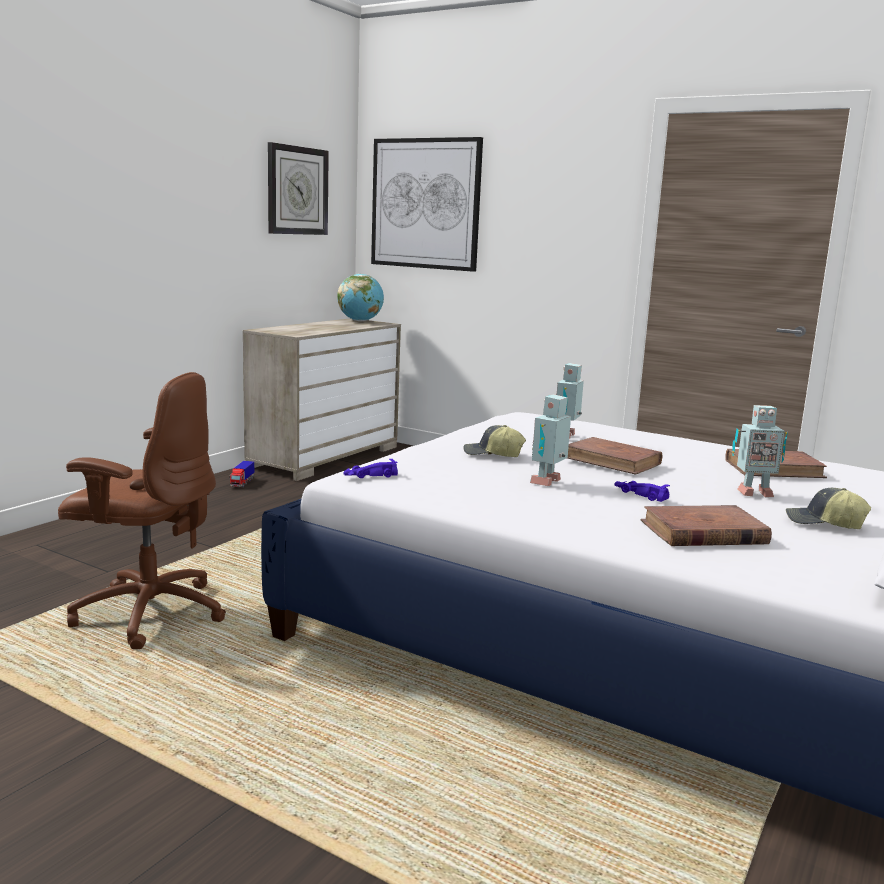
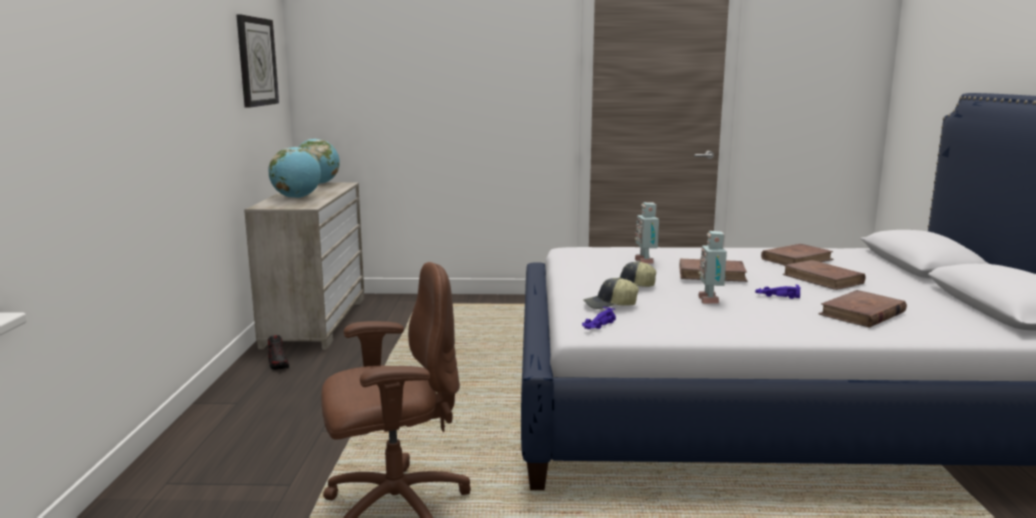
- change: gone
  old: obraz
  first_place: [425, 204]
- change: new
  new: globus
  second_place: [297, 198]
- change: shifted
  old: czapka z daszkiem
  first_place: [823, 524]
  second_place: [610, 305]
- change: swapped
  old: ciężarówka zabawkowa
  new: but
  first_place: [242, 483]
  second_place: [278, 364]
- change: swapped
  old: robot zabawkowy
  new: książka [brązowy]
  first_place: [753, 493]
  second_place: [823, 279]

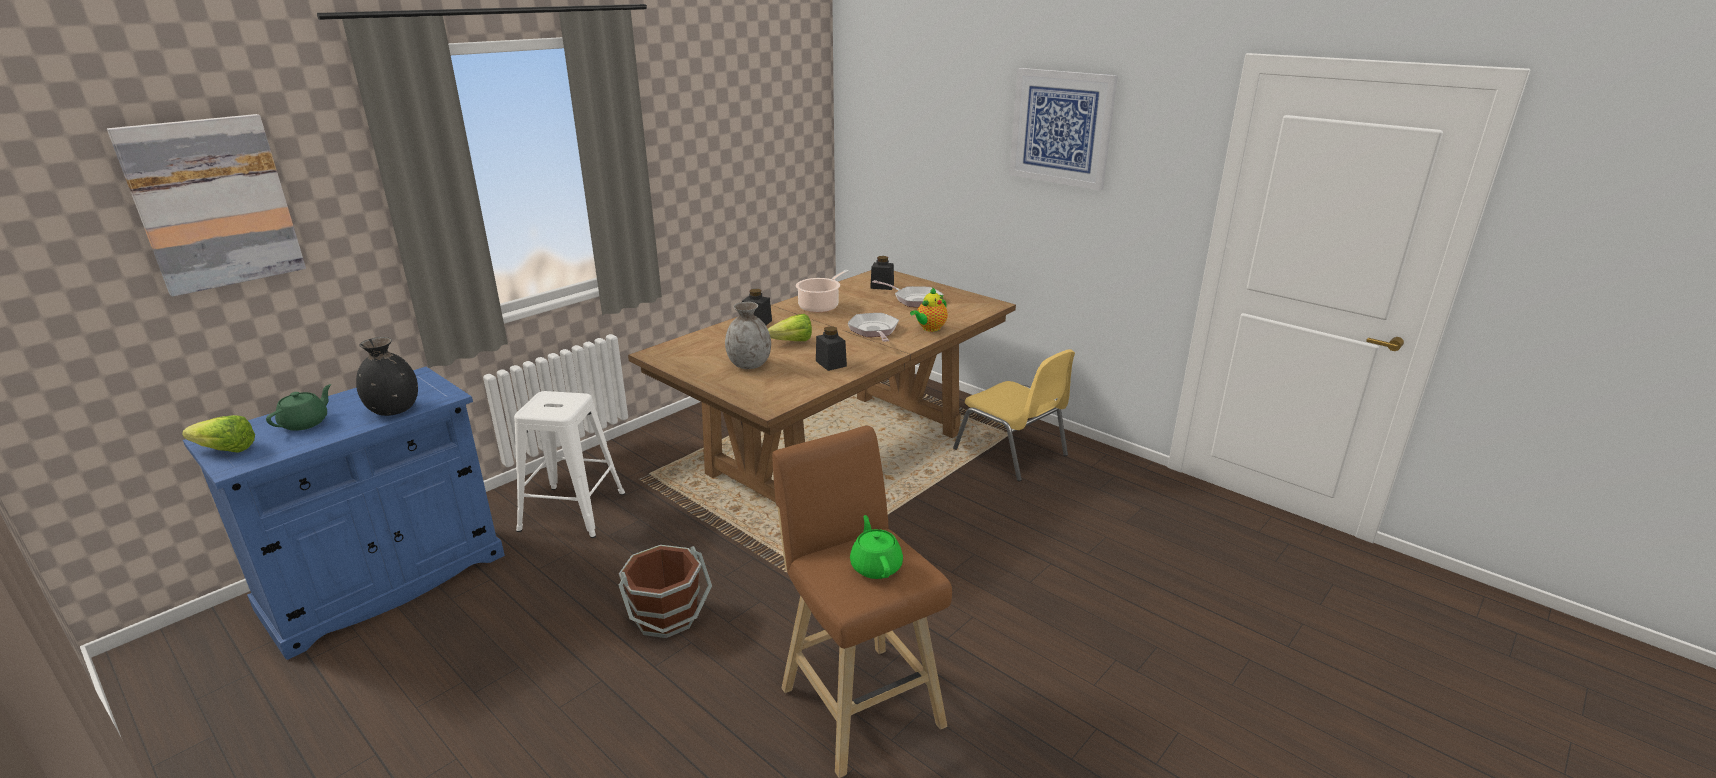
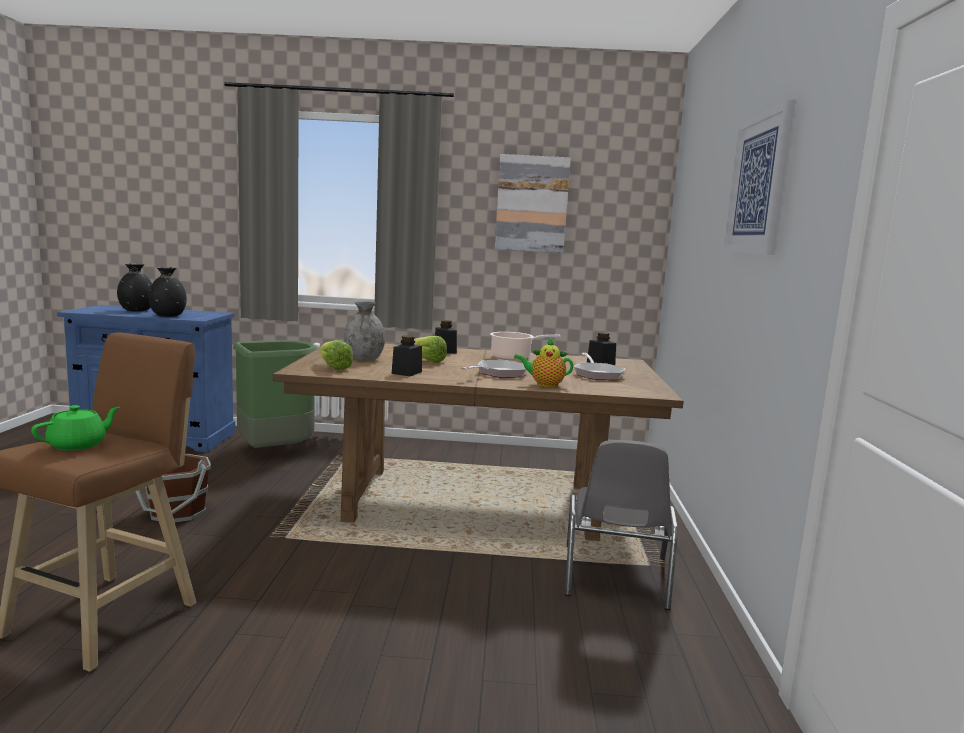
- change: shifted
  old: obraz
  first_place: [213, 203]
  second_place: [532, 204]
- change: shifted
  old: sałata
  first_place: [222, 449]
  second_place: [333, 367]
- change: swapped
  old: imbryk [zielony]
  new: wazon [czarny]
  first_place: [306, 423]
  second_place: [137, 310]
- change: swapped
  old: stołek [biały]
  new: kosz na śmieci [zielony]
  first_place: [571, 511]
  second_place: [275, 451]
- change: repainted
  old: krzesło [żółty]
  new: krzesło [szary]
  first_place: [1012, 453]
  second_place: [615, 577]

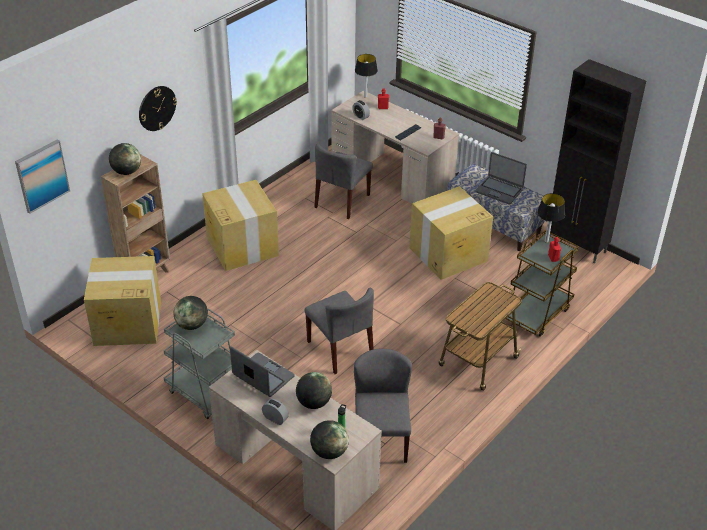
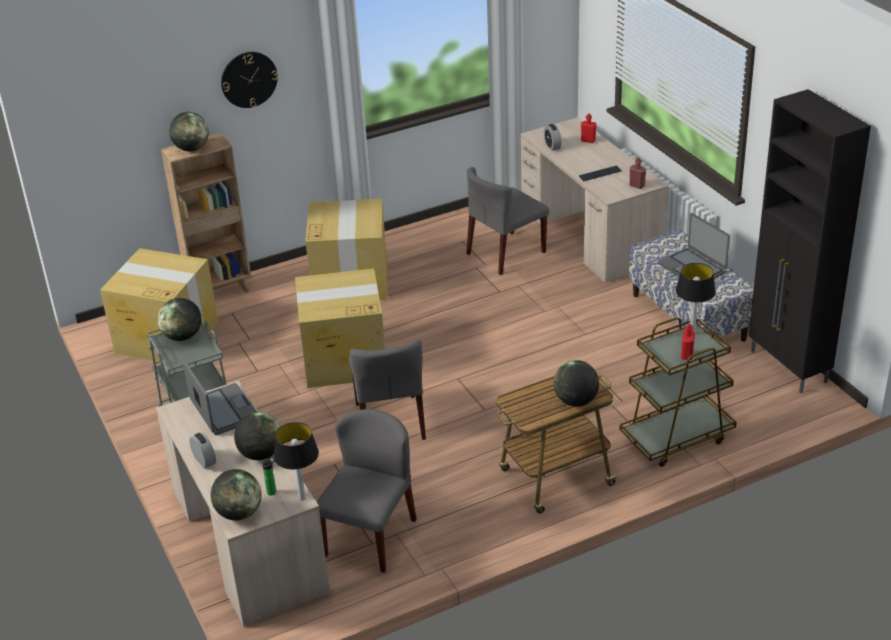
- change: gone
  old: obraz
  first_place: [42, 175]
- change: new
  new: globus
  second_place: [576, 401]
- change: shifted
  old: lampa stołowa
  first_place: [365, 96]
  second_place: [302, 497]
- change: shifted
  old: karton
  first_place: [447, 254]
  second_place: [343, 359]

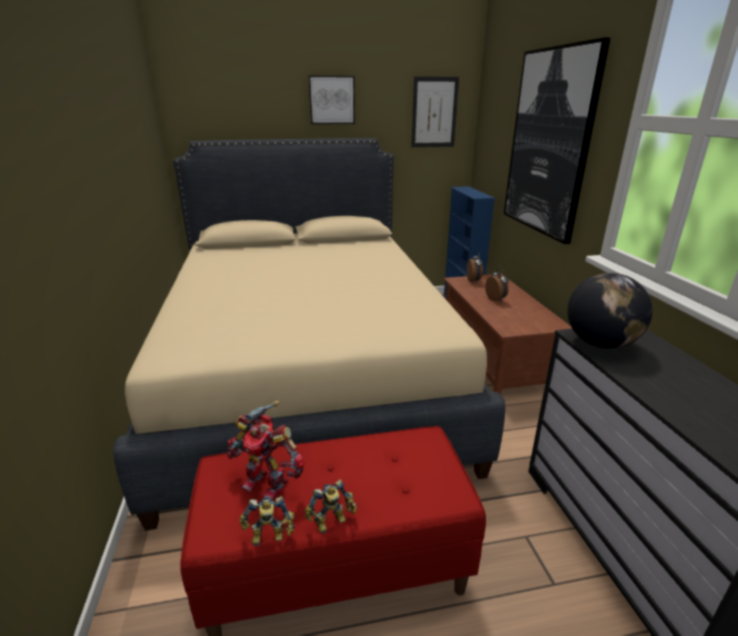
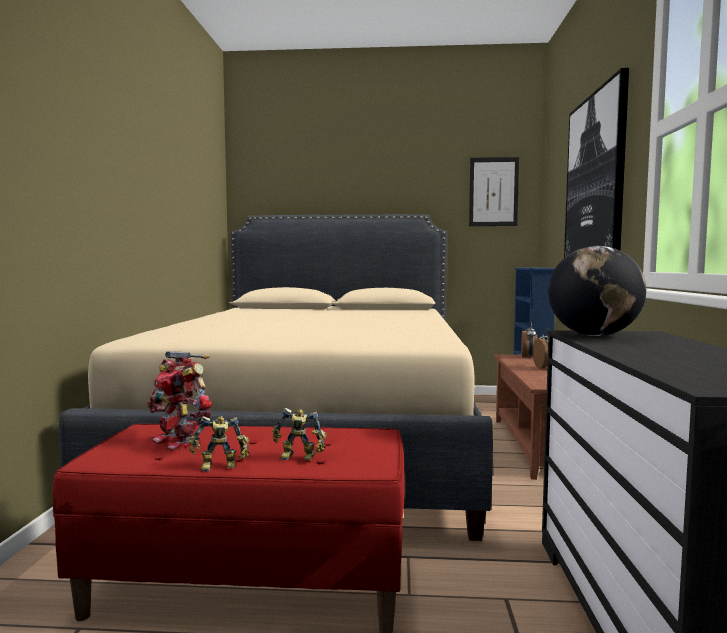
- change: gone
  old: obraz
  first_place: [332, 100]
- change: shifted
  old: robot zabawkowy
  first_place: [269, 537]
  second_place: [298, 458]

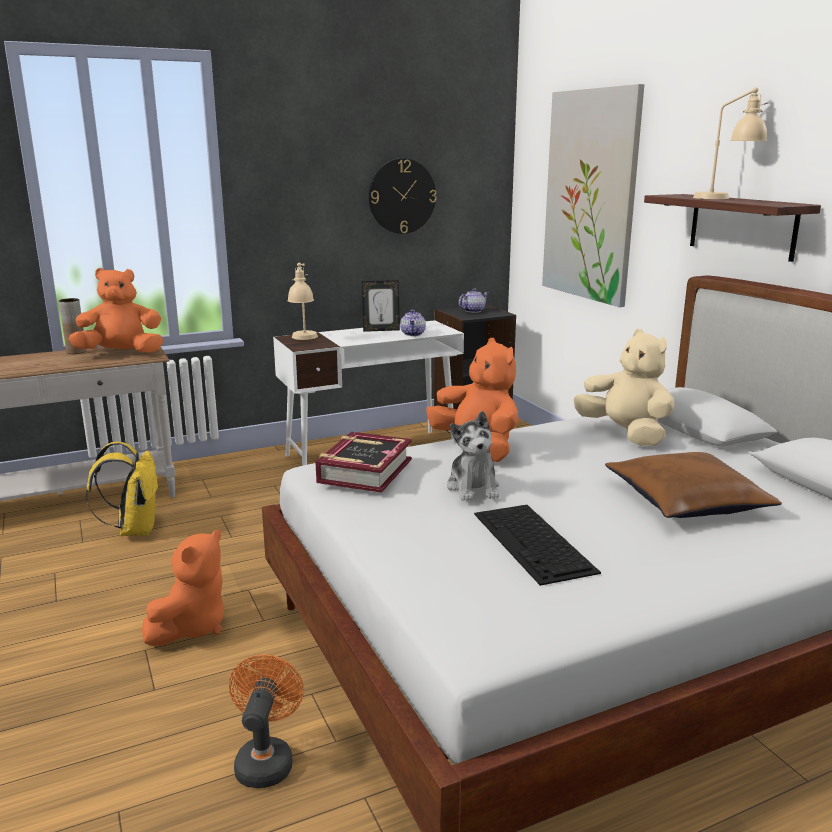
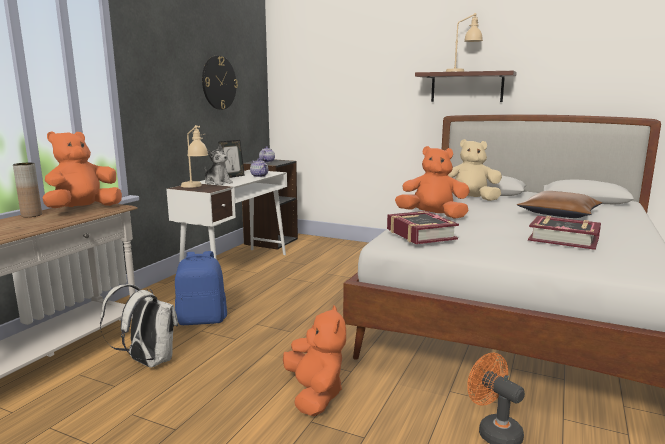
- change: gone
  old: obraz
  first_place: [590, 196]
- change: new
  new: plecak [niebieski]
  second_place: [202, 320]
- change: shifted
  old: pluszak
  first_place: [473, 487]
  second_place: [218, 183]
- change: swapped
  old: klawiatura
  new: książka
  first_place: [534, 542]
  second_place: [563, 239]
- change: repainted
  old: plecak [żółty]
  new: plecak [biały]
  first_place: [135, 529]
  second_place: [147, 362]

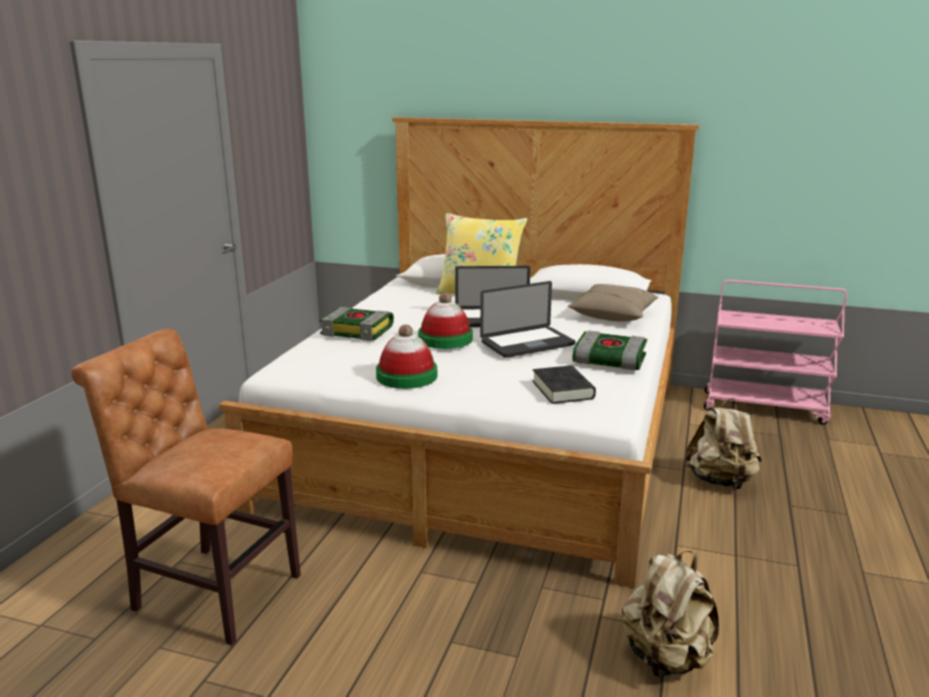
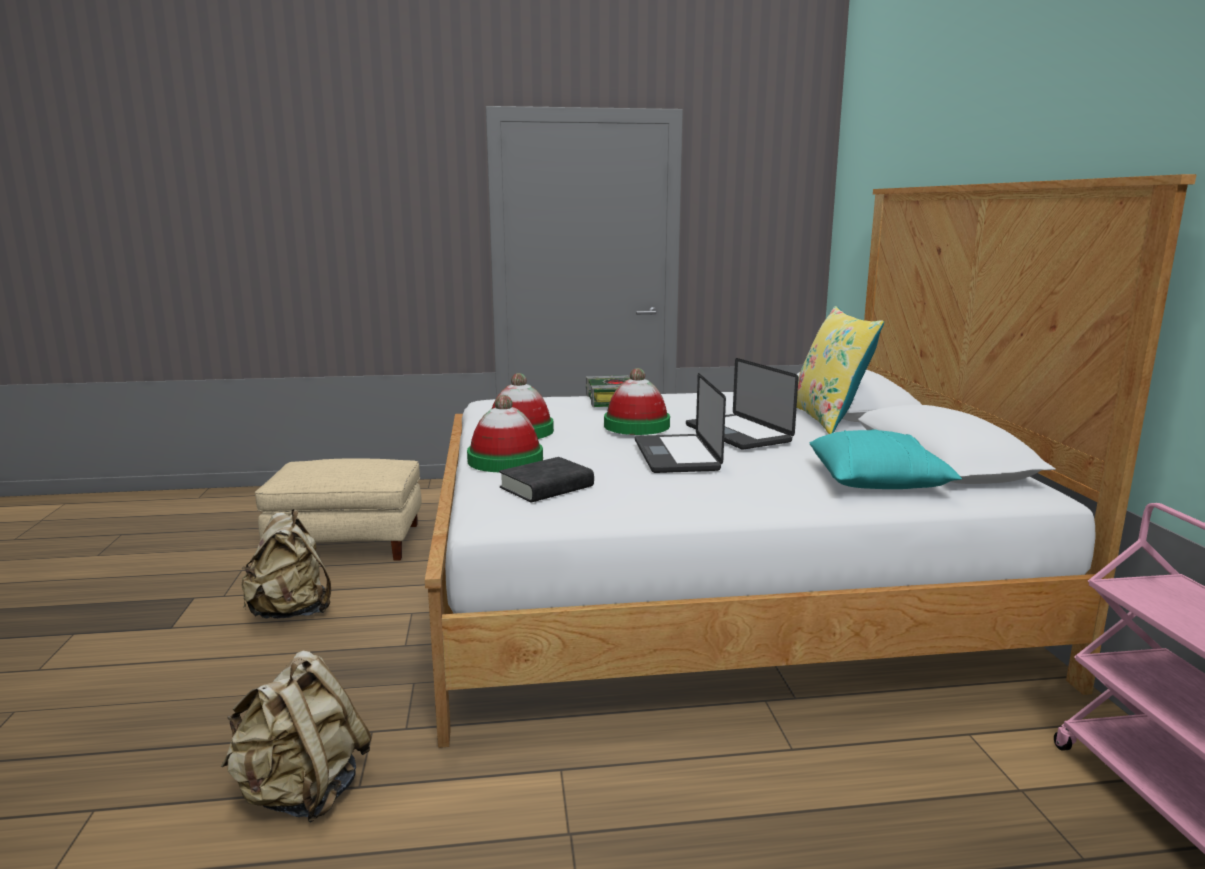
- change: gone
  old: książka
  first_place: [608, 360]
- change: new
  new: kapelusz
  second_place: [505, 460]
- change: shifted
  old: plecak [beżowy]
  first_place: [720, 481]
  second_place: [291, 612]
- change: swapped
  old: krzesło [brązowy]
  new: pufa [beżowy]
  first_place: [211, 590]
  second_place: [348, 542]
- change: repainted
  old: poduszka [beżowy]
  new: poduszka [turkusowy]
  first_place: [613, 315]
  second_place: [877, 481]
- change: rotated
  old: laptop
  first_place: [527, 343]
  second_place: [676, 455]
  degrees: 45

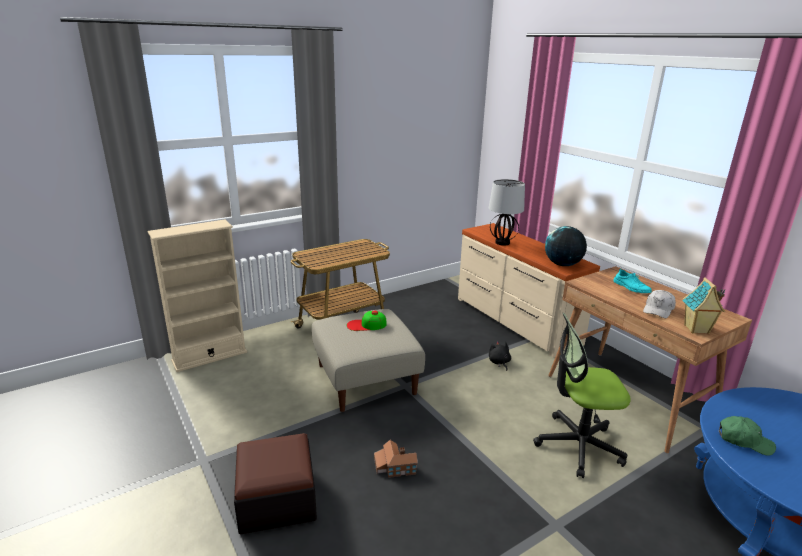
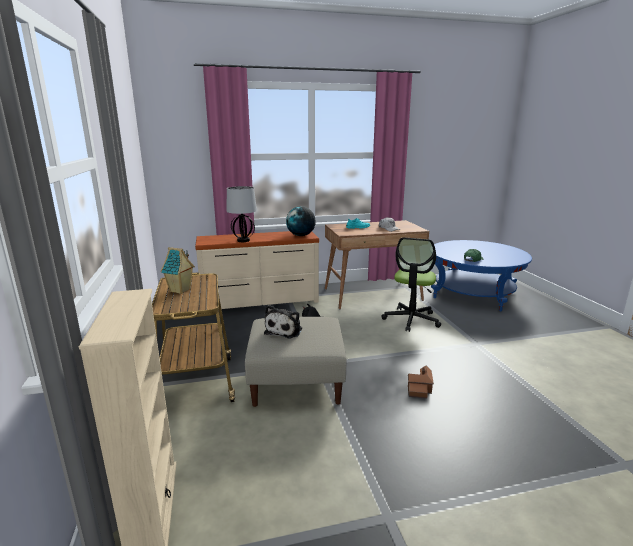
- change: gone
  old: pufa
  first_place: [277, 499]
- change: shifted
  old: domek
  first_place: [696, 329]
  second_place: [180, 290]
- change: swapped
  old: czapka z daszkiem
  new: pluszak
  first_place: [366, 325]
  second_place: [285, 330]

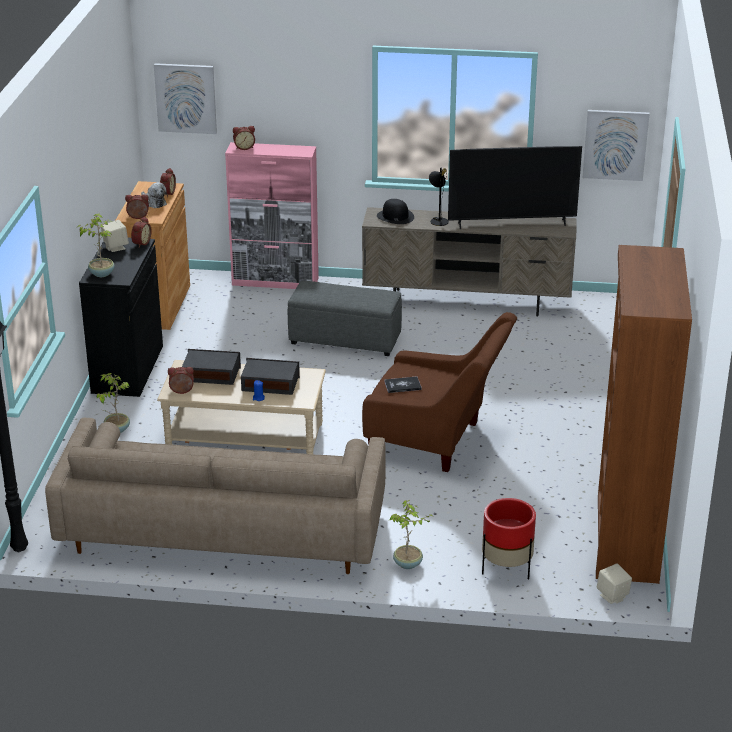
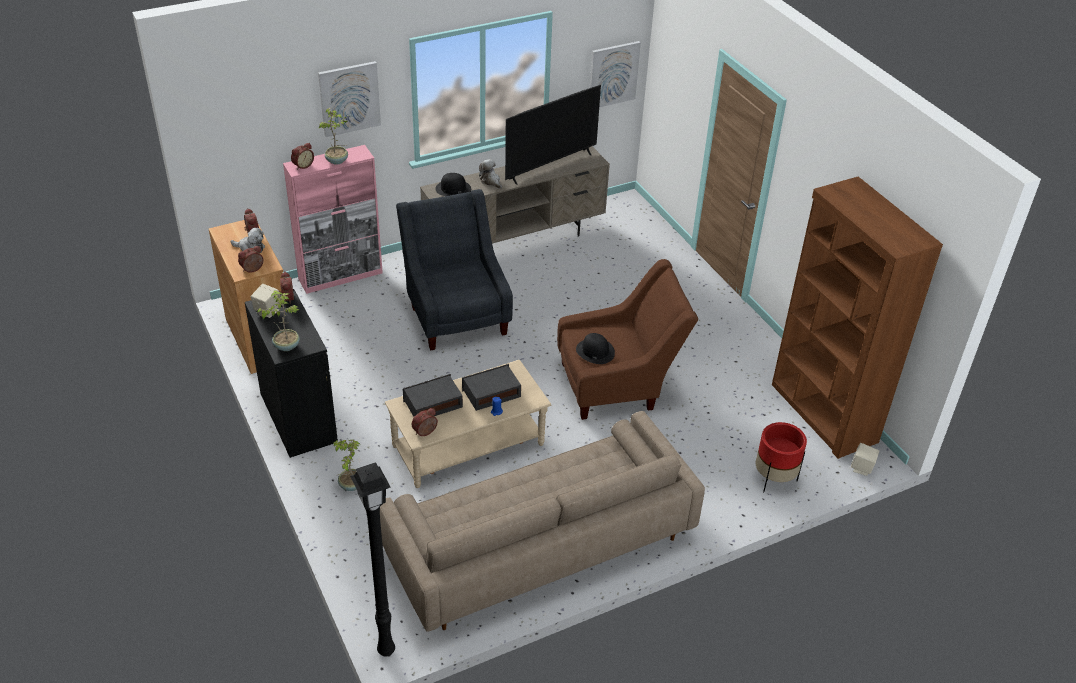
- change: shifted
  old: obraz
  first_place: [186, 98]
  second_place: [349, 98]
- change: shifted
  old: roślina doniczkowa
  first_place: [408, 564]
  second_place: [337, 161]
- change: swapped
  old: pufa [szary]
  new: fotel [szary]
  first_place: [346, 339]
  second_place: [455, 313]
- change: swapped
  old: książka
  new: kapelusz [czarny]
  first_place: [402, 385]
  second_place: [595, 351]
- change: swapped
  old: lampa stołowa [czarny]
  new: pluszak
  first_place: [438, 220]
  second_place: [490, 181]

